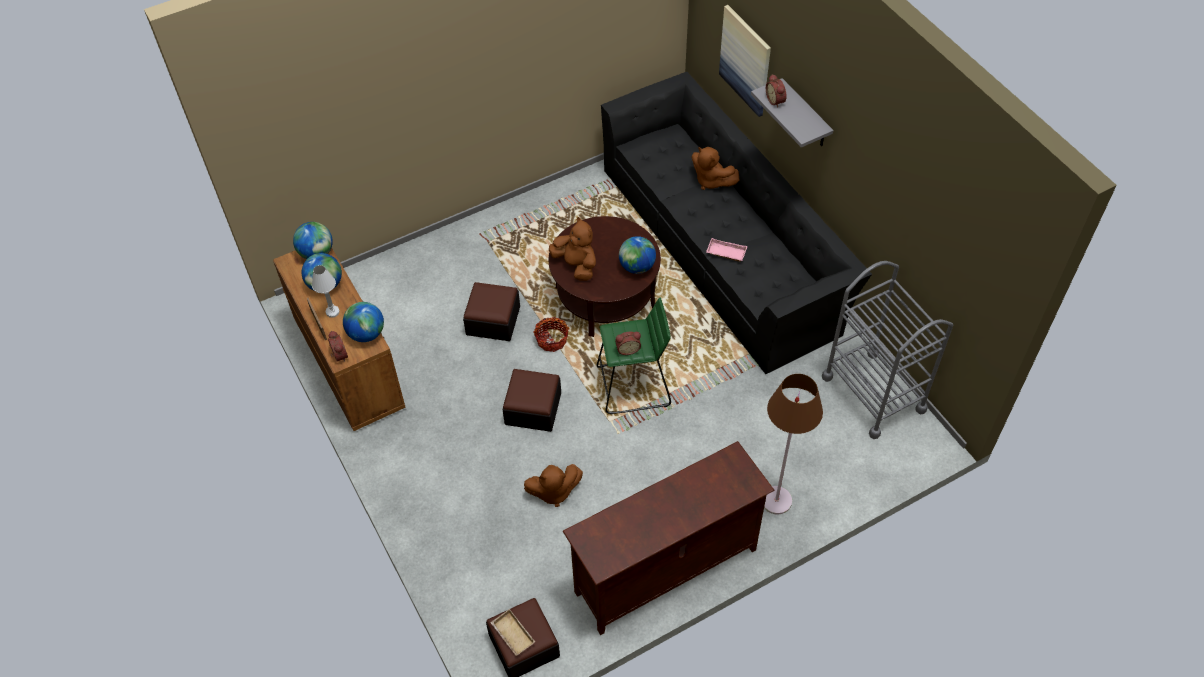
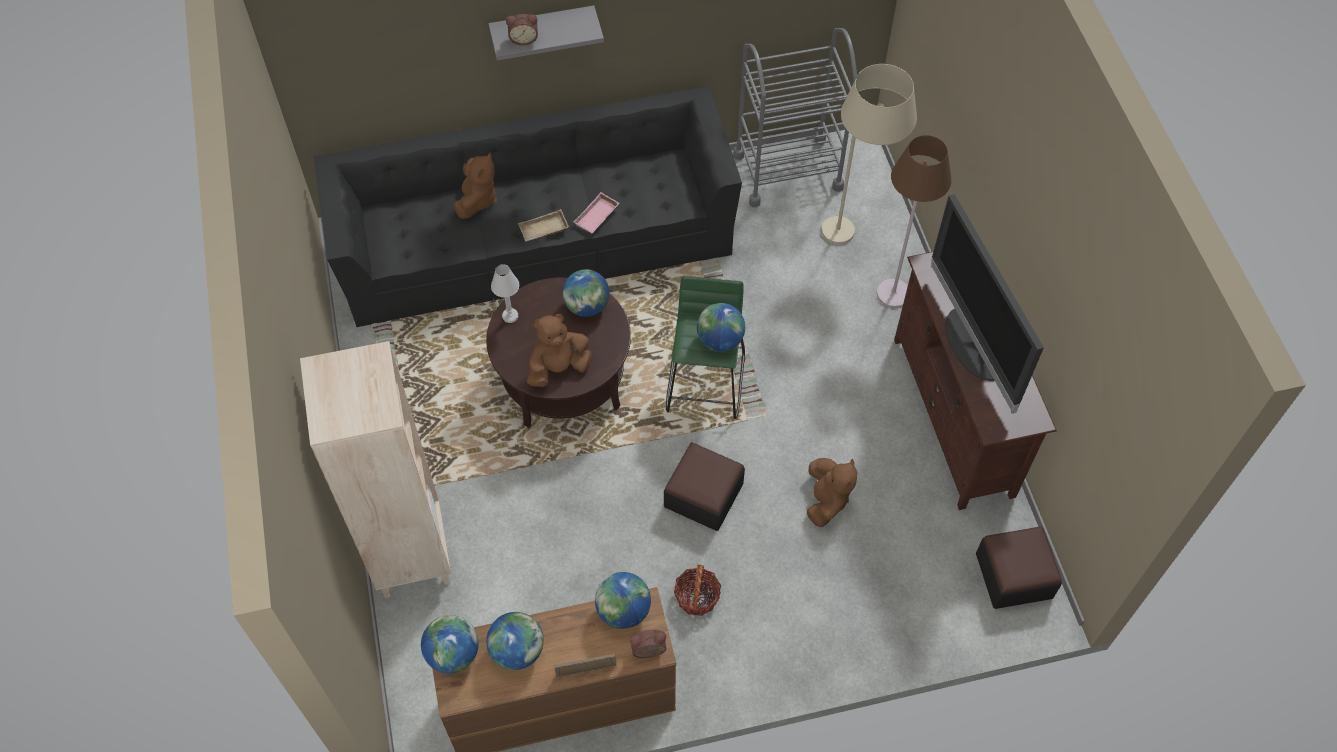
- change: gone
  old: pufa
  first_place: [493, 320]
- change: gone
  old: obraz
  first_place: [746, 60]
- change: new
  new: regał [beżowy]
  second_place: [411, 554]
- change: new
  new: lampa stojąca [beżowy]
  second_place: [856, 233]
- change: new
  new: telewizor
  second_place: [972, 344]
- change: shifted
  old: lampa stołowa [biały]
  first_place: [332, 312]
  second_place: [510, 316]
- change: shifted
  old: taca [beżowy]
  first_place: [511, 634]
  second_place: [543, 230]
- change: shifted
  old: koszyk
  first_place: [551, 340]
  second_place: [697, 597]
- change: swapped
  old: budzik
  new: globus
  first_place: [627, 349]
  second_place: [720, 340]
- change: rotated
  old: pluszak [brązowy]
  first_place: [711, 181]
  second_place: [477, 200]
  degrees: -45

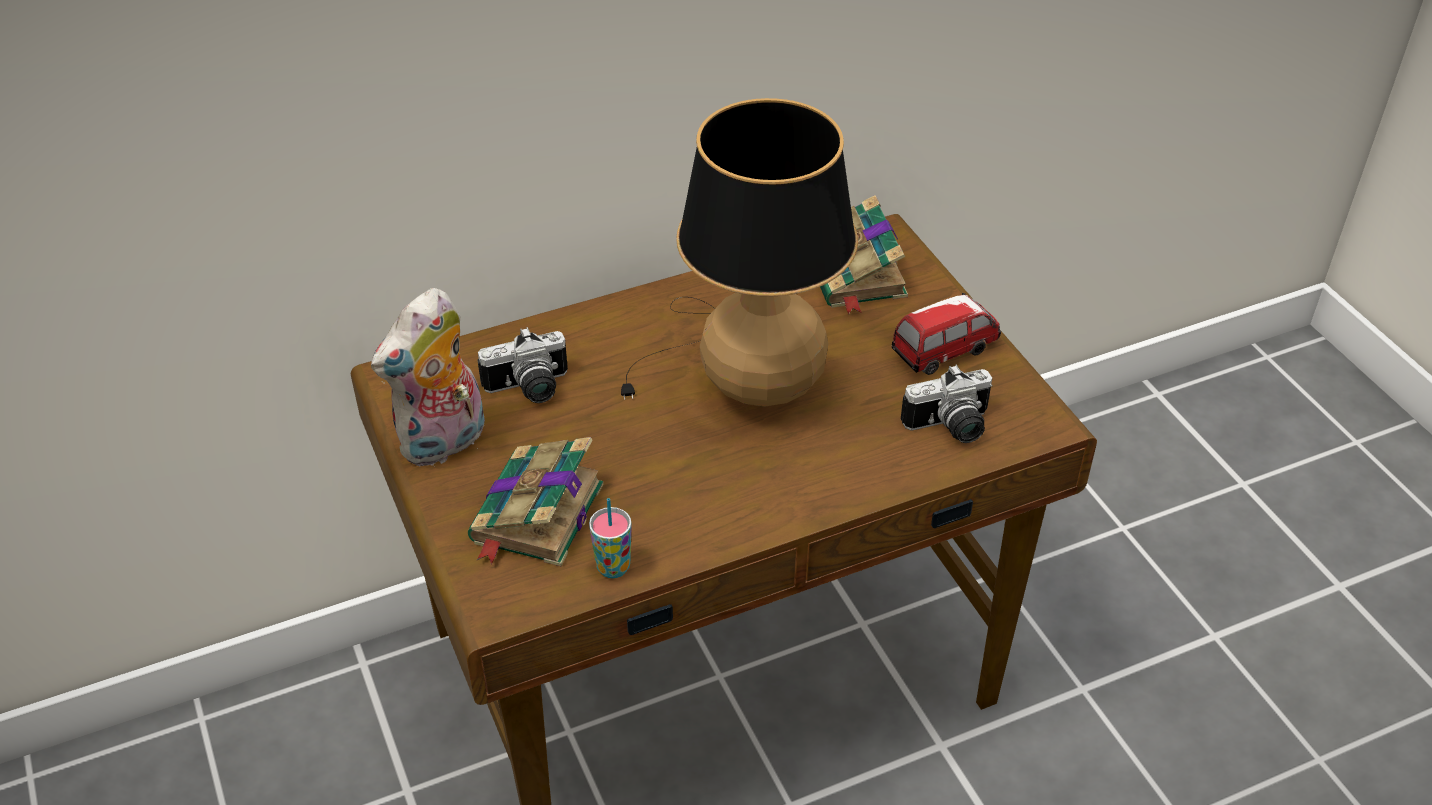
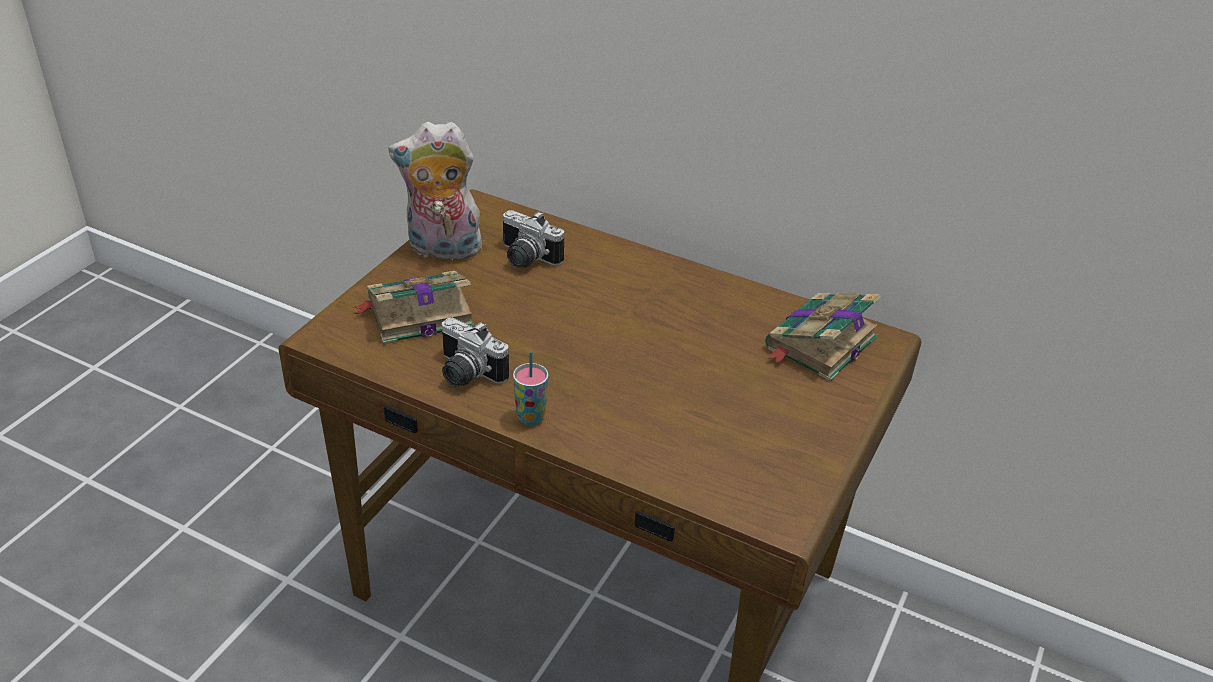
- change: gone
  old: lampa stołowa
  first_place: [748, 379]
- change: gone
  old: samochodzik
  first_place: [944, 351]
- change: shifted
  old: filiżanka
  first_place: [613, 567]
  second_place: [530, 417]
- change: shifted
  old: aparat fotograficzny
  first_place: [951, 428]
  second_place: [465, 374]

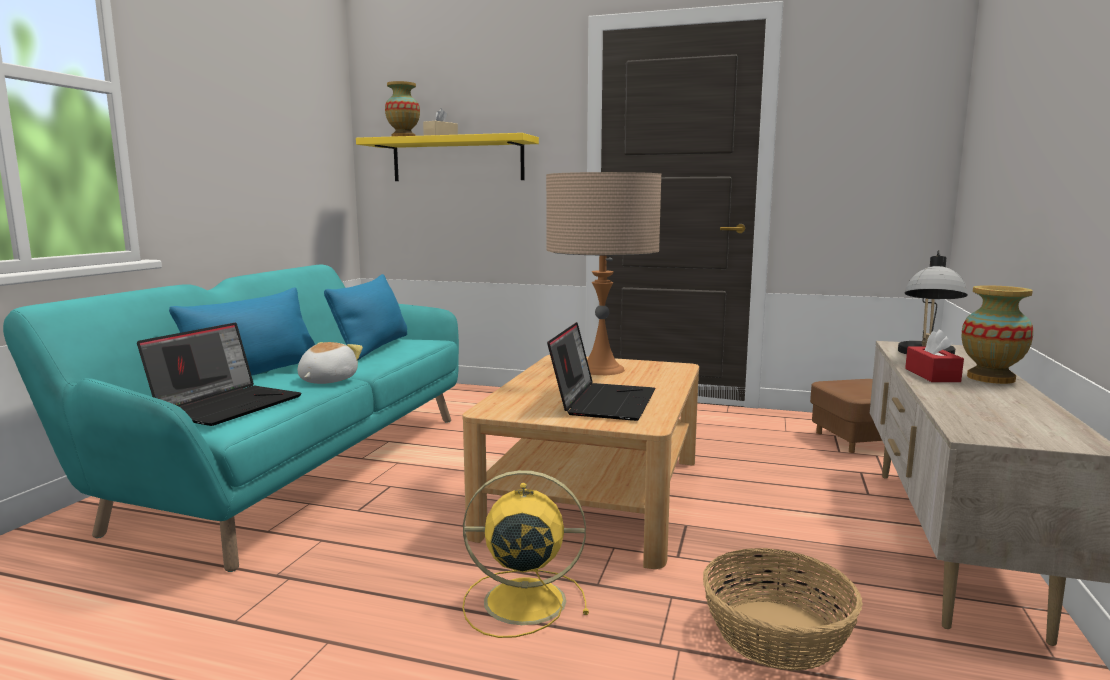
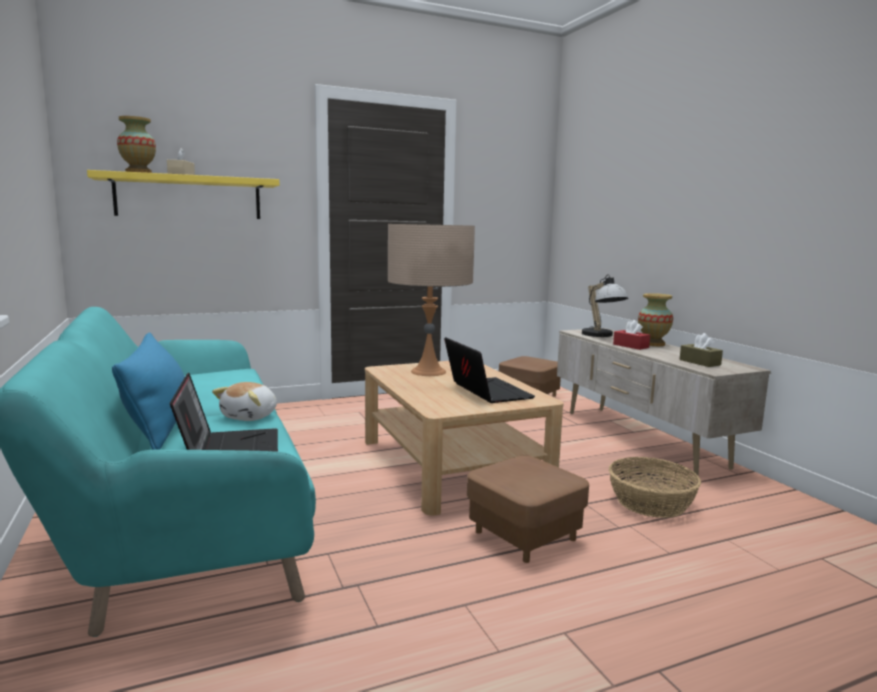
- change: gone
  old: poduszka [niebieski]
  first_place: [373, 348]
- change: new
  new: pudełko chusteczek [brązowy]
  second_place: [699, 362]
- change: swapped
  old: wentylator [żółty]
  new: pufa [brązowy]
  first_place: [521, 601]
  second_place: [524, 535]
- change: rotated
  old: pluszak
  first_place: [326, 380]
  second_place: [251, 416]
  degrees: -135

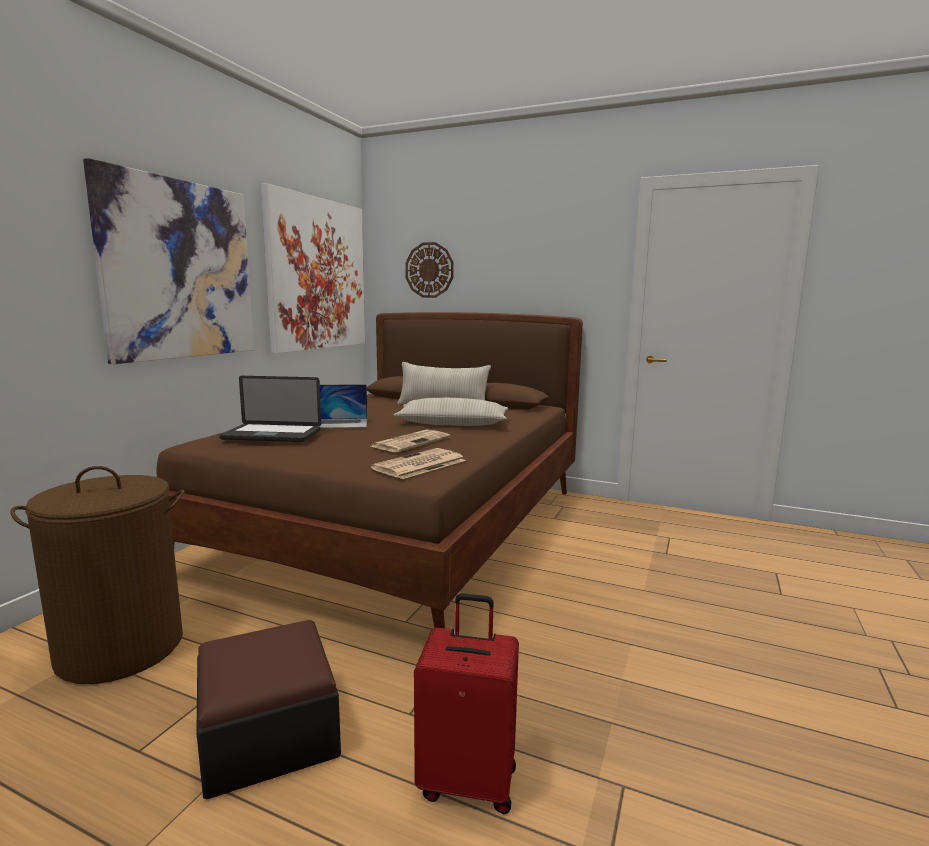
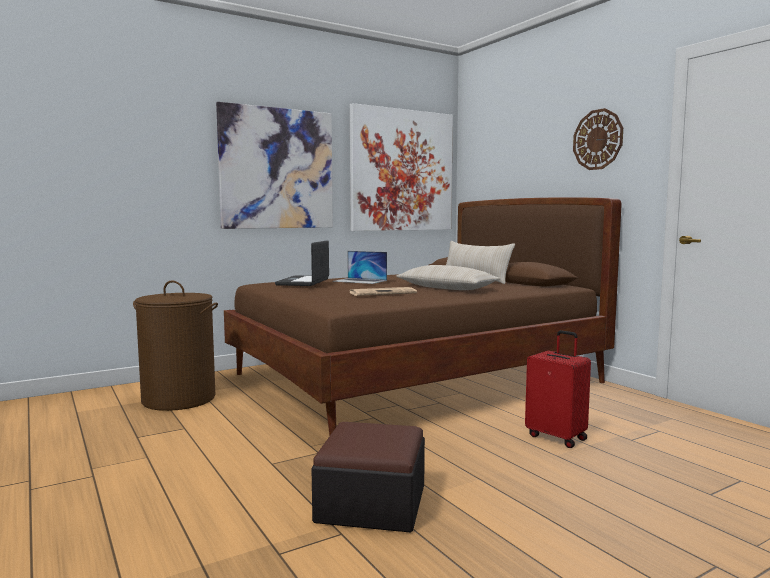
- change: gone
  old: gazeta
  first_place: [419, 465]
- change: shifted
  old: pufa
  first_place: [268, 734]
  second_place: [371, 503]
- change: shifted
  old: zegar ścienny
  first_place: [429, 270]
  second_place: [598, 139]
- change: shifted
  old: walizka [czerwony]
  first_place: [468, 780]
  second_place: [557, 437]
- change: rotated
  old: laptop
  first_place: [272, 435]
  second_place: [303, 282]
  degrees: 60

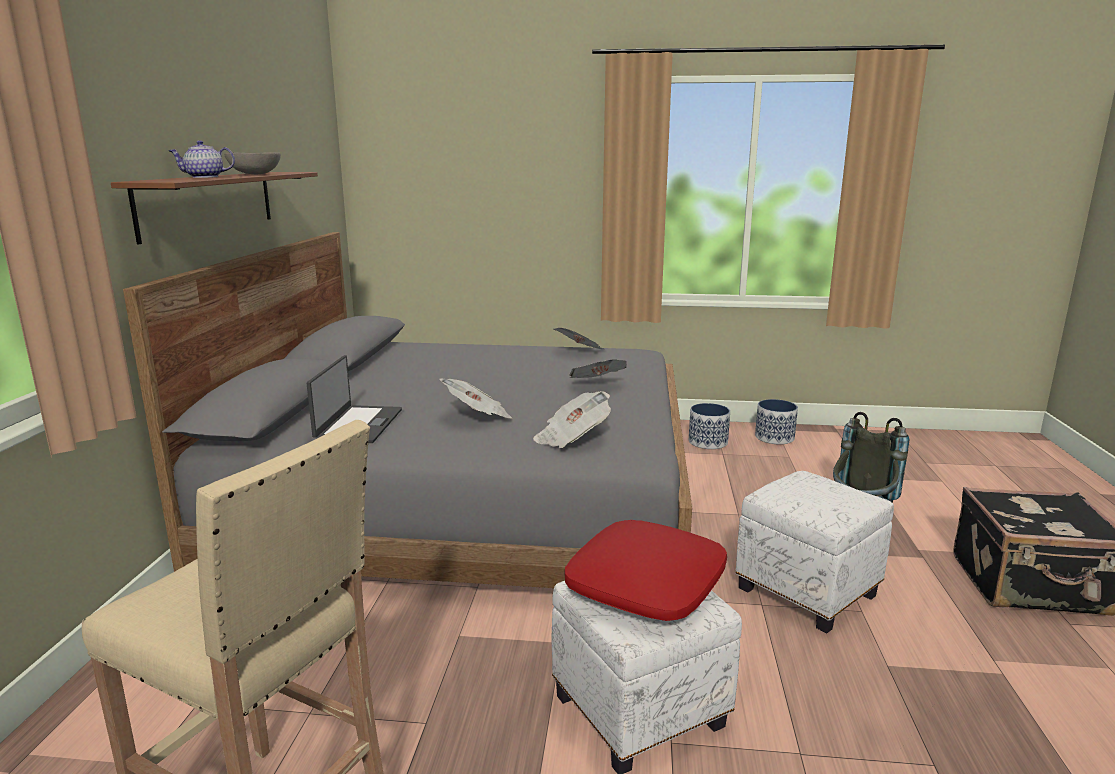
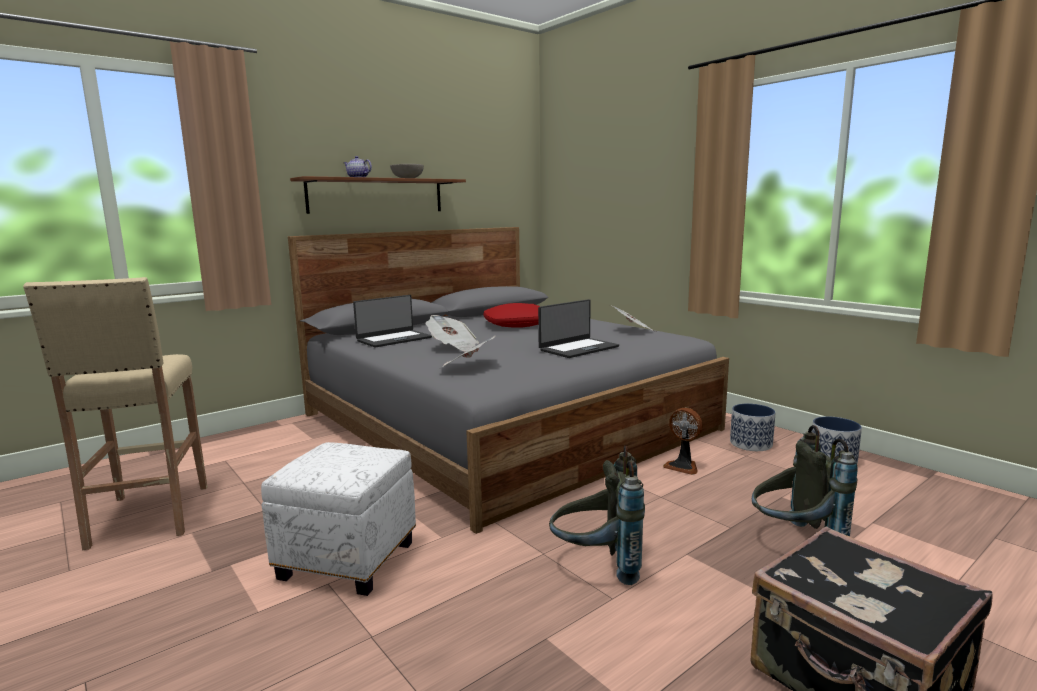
- change: new
  new: wentylator
  second_place: [683, 466]
- change: shifted
  old: poduszka [czerwony]
  first_place: [647, 585]
  second_place: [517, 325]
- change: swapped
  old: gazeta
  new: laptop
  first_place: [597, 385]
  second_place: [578, 348]
- change: swapped
  old: pufa [biały]
  new: plecak [szary]
  first_place: [808, 592]
  second_place: [597, 565]

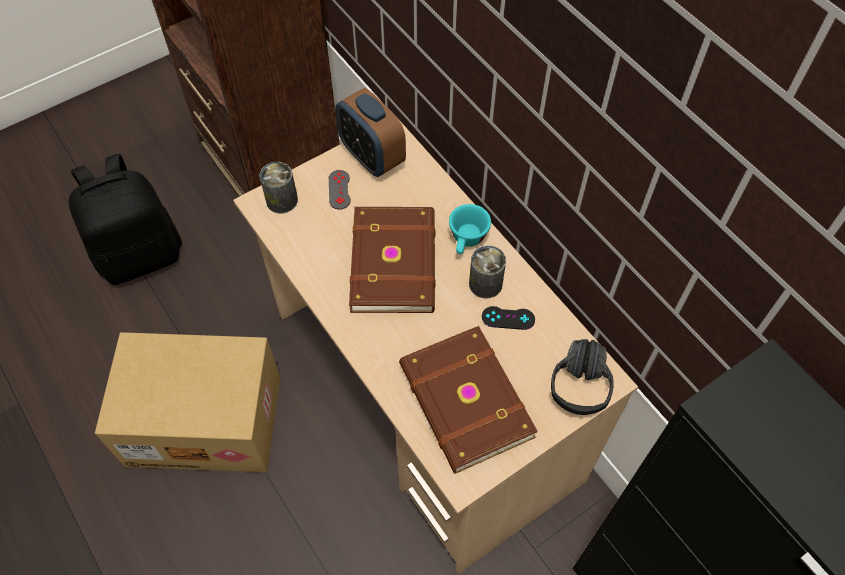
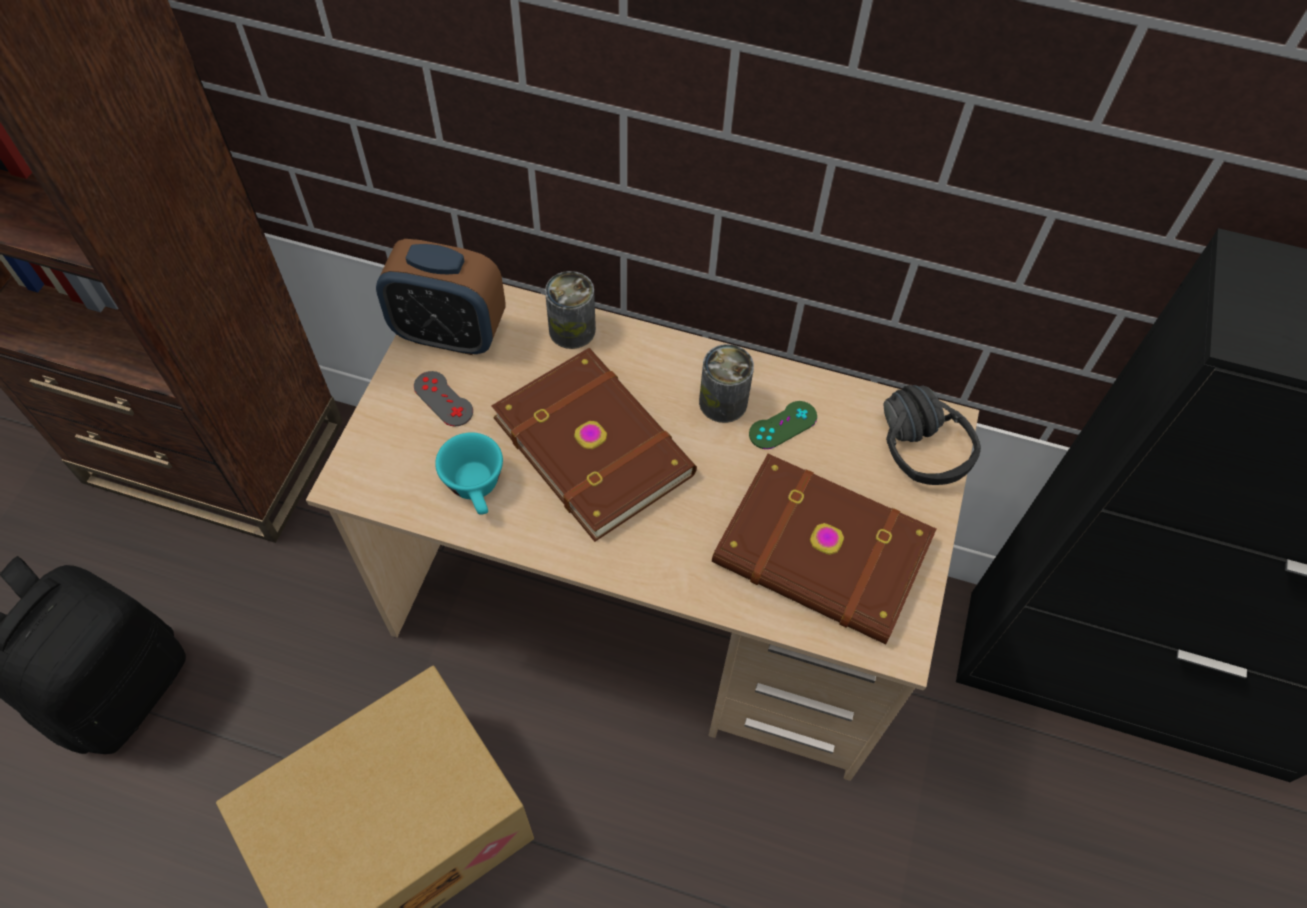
- change: shifted
  old: puszka
  first_place: [282, 200]
  second_place: [572, 330]
- change: shifted
  old: filiżanka [turkusowy]
  first_place: [467, 241]
  second_place: [477, 489]
- change: repainted
  old: pad do gier [czarny]
  new: pad do gier [zielony]
  first_place: [508, 318]
  second_place: [783, 425]

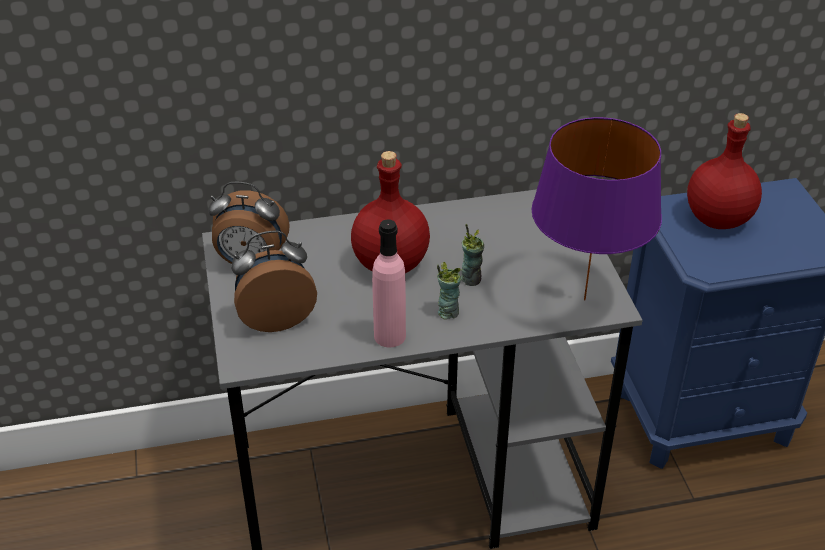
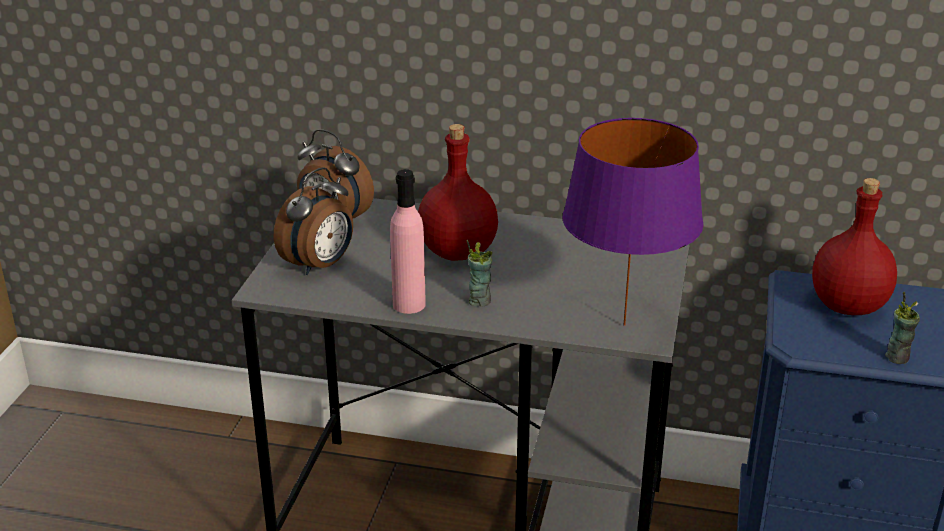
- change: shifted
  old: filiżanka
  first_place: [471, 279]
  second_place: [897, 357]
- change: rotated
  old: budzik
  first_place: [275, 317]
  second_place: [320, 265]
  degrees: 120

